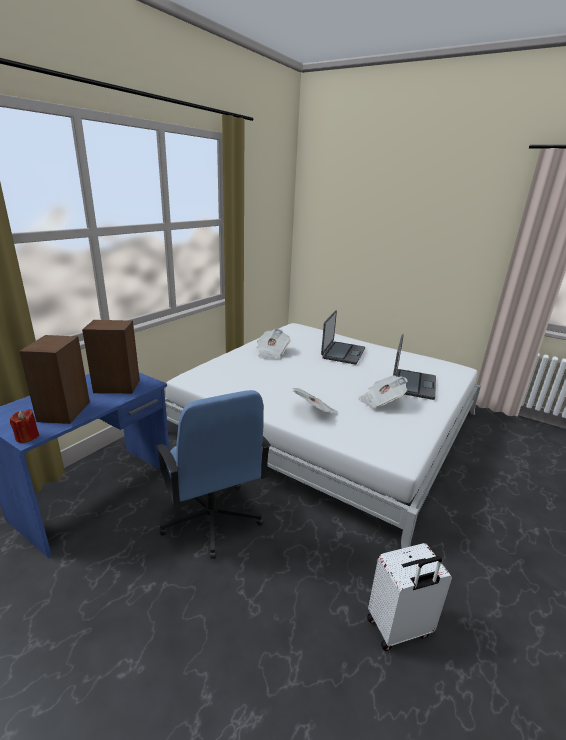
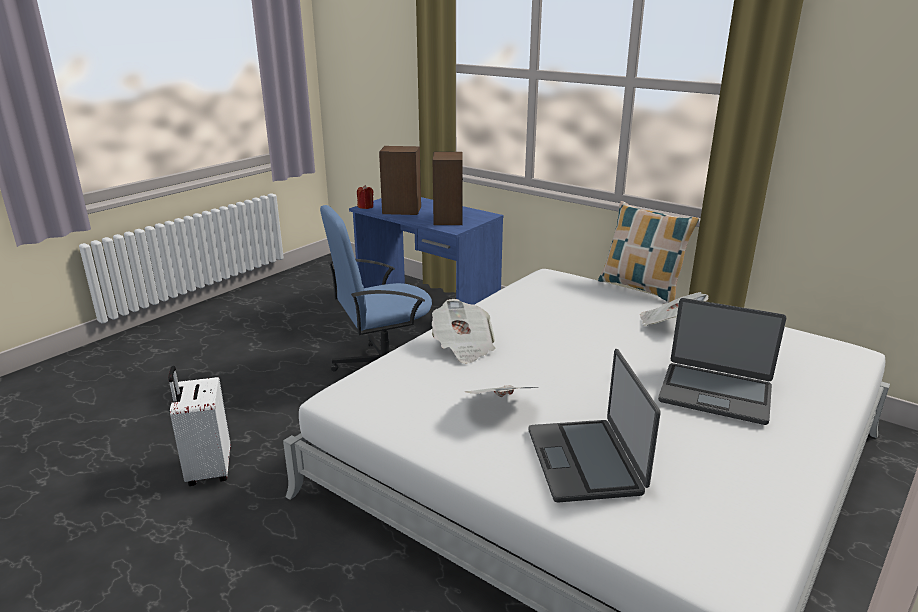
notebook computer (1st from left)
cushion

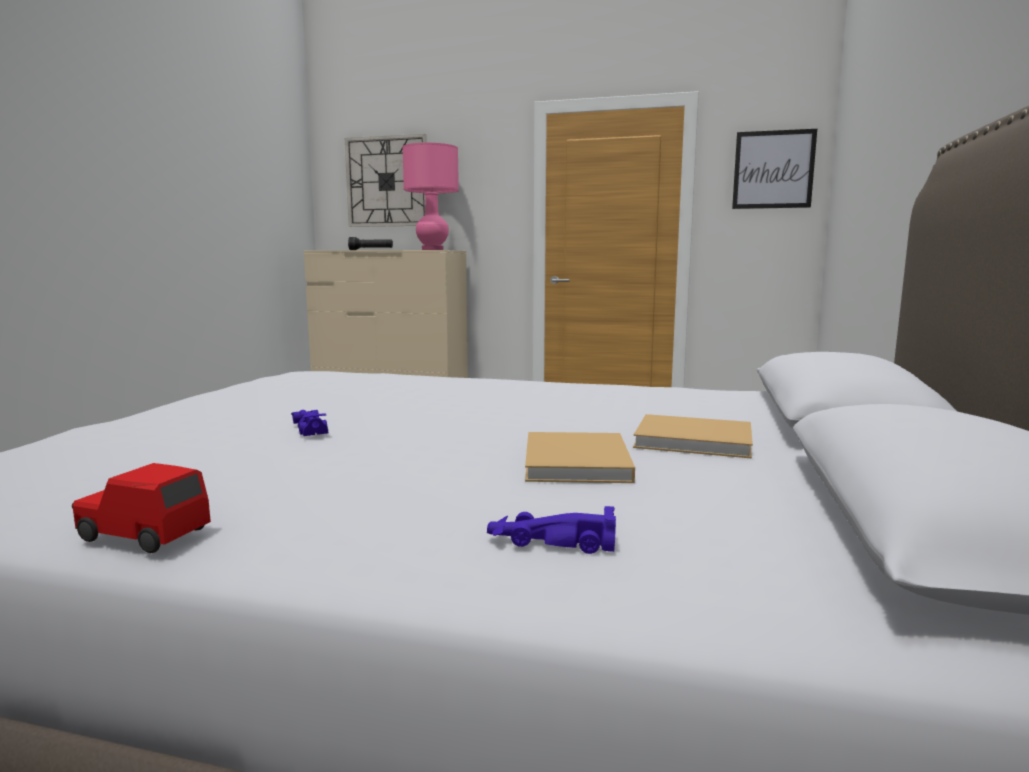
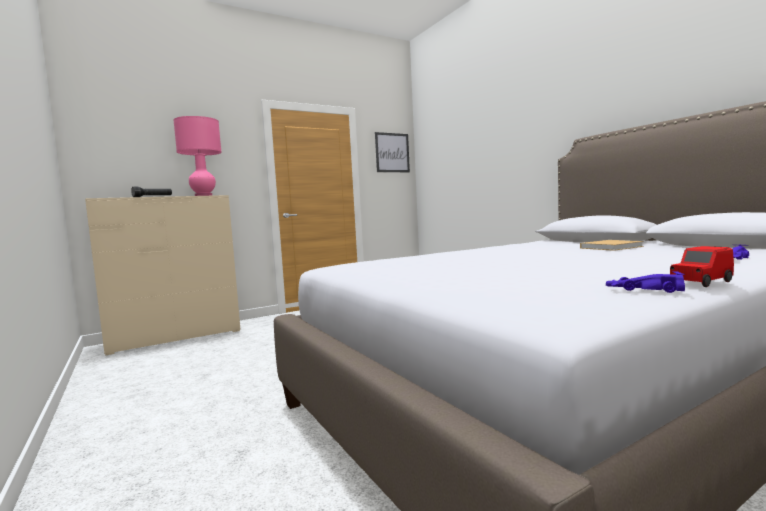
purple miniature car (1st from left)
hanging clock
beige volume (1st from left in the first image)

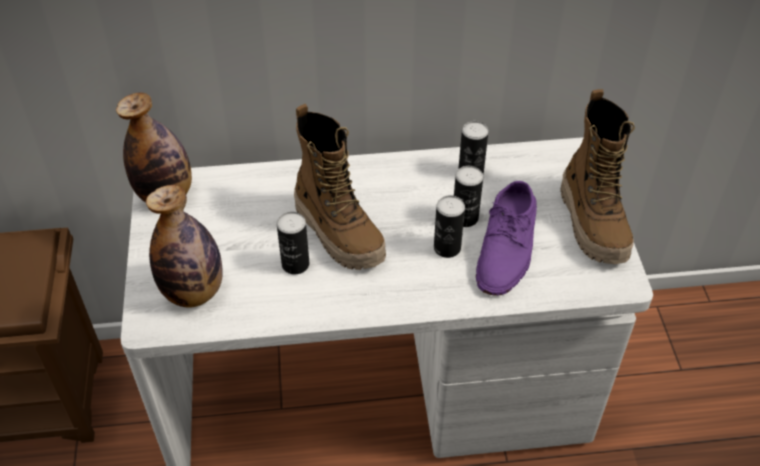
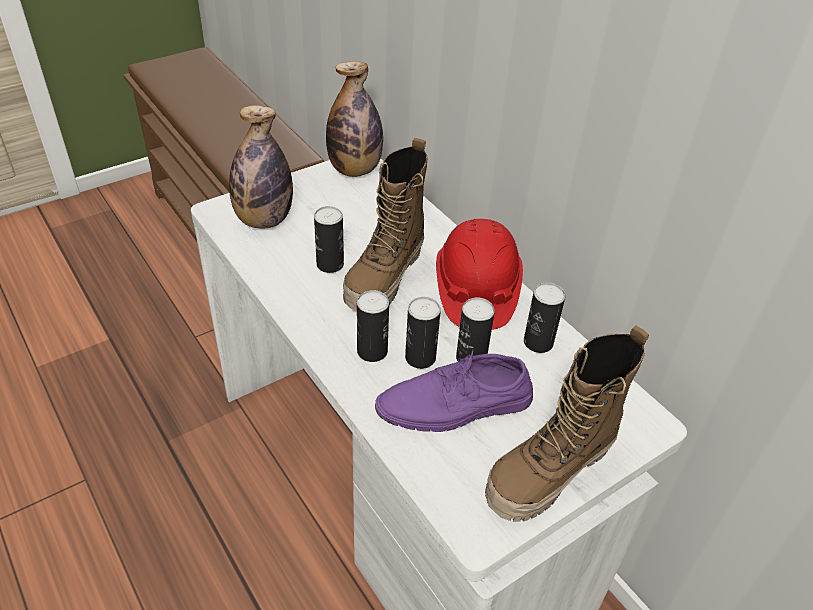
metal can (2nd from left)
red-coloured hard hat

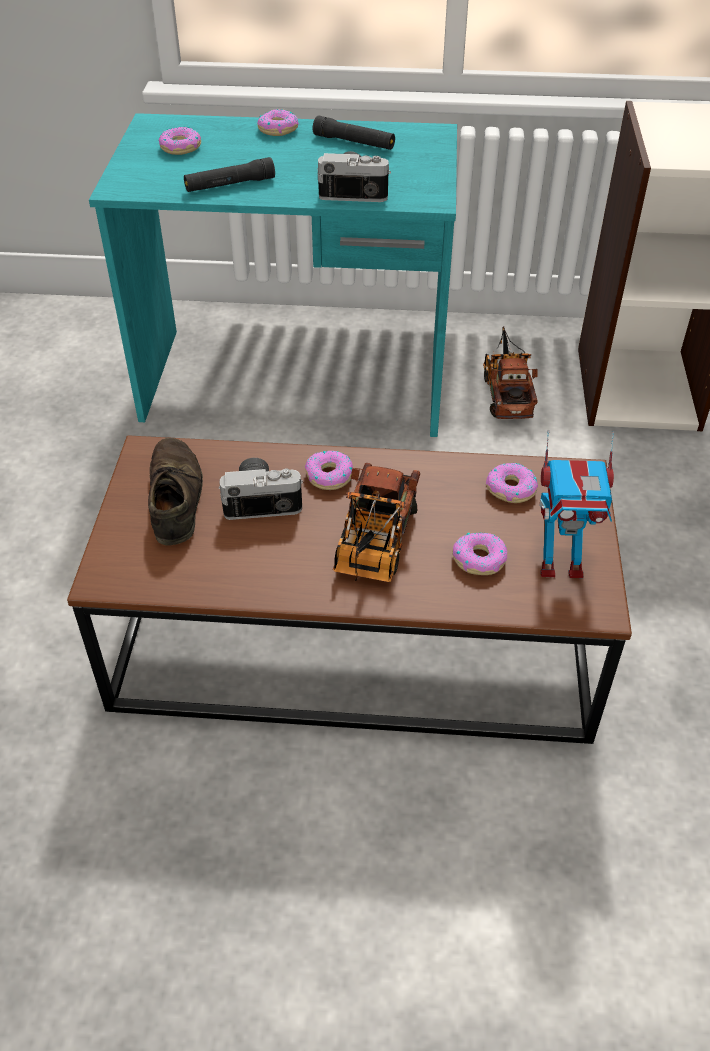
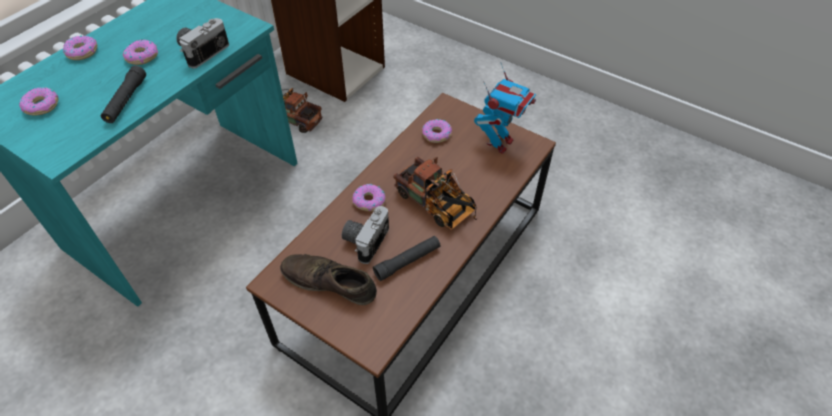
doughnut (3rd from left)
blackish hand torch (2nd from left)

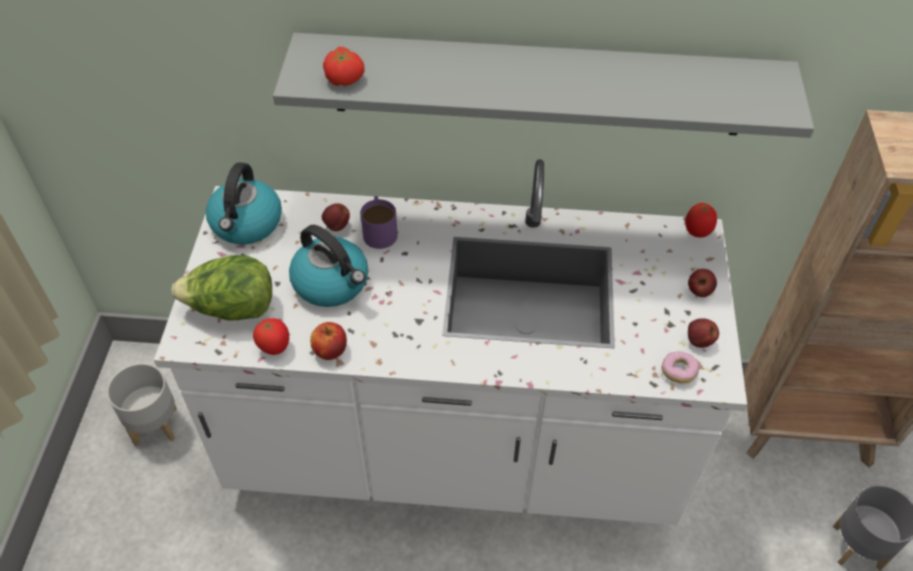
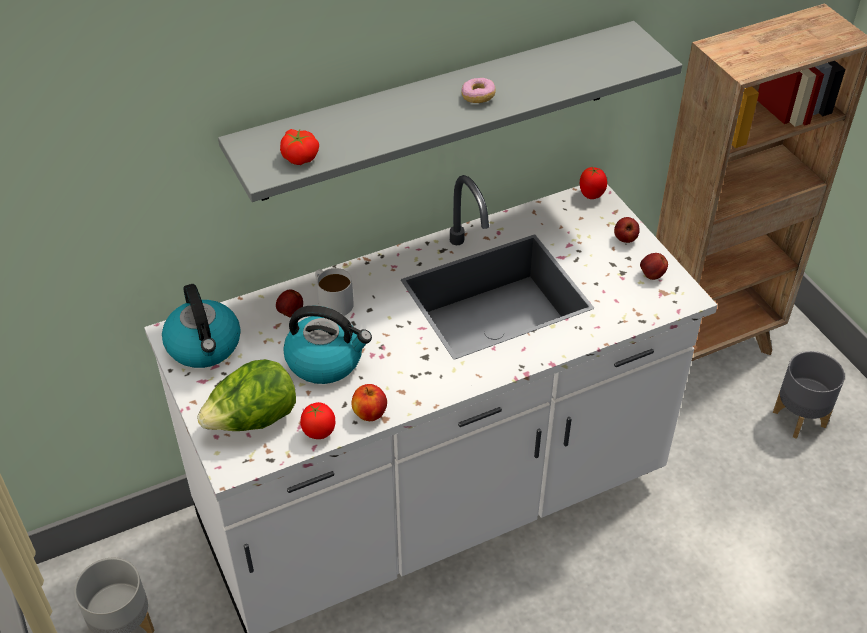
whitish coffee mug
doughnut

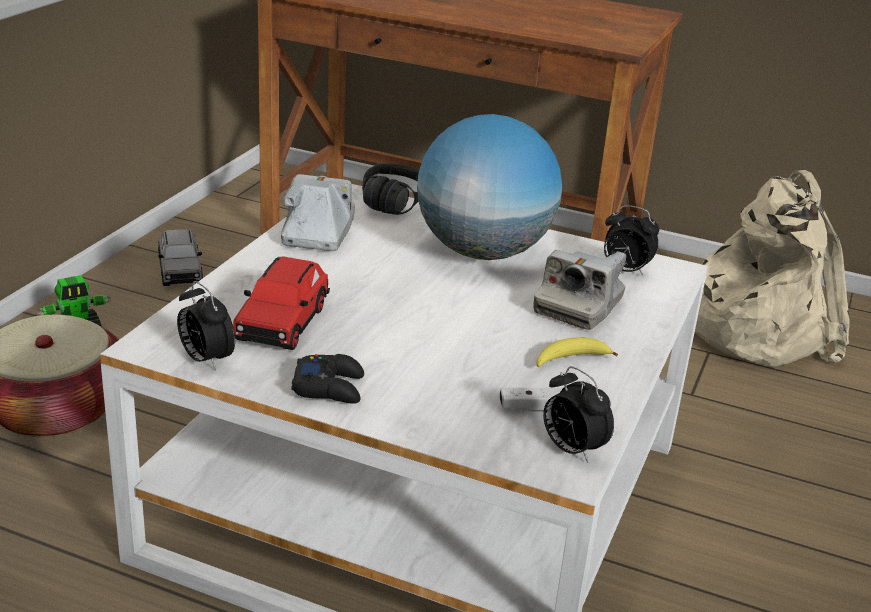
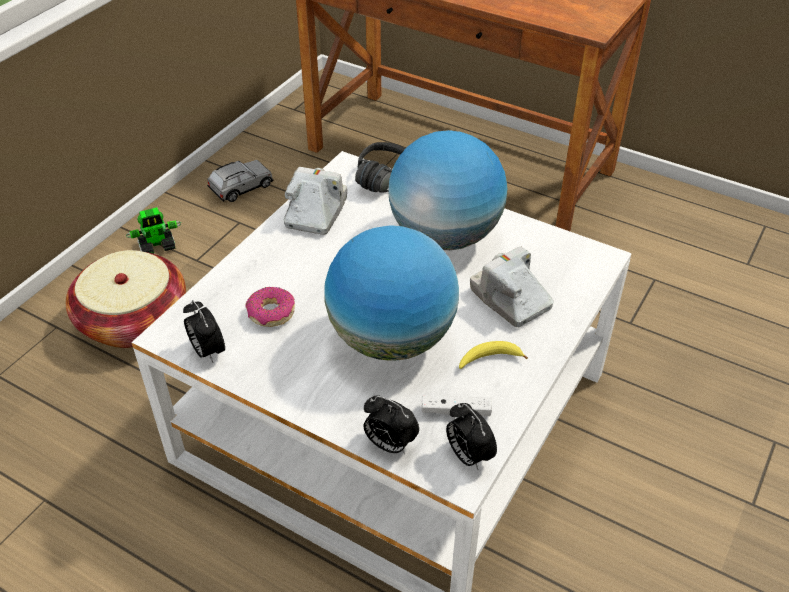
greyish miniature car
doughnut
desk globe (1st from left)
bedside clock (2nd from left)
photo camera (2nd from left)
blackish game controller
beige knapsack

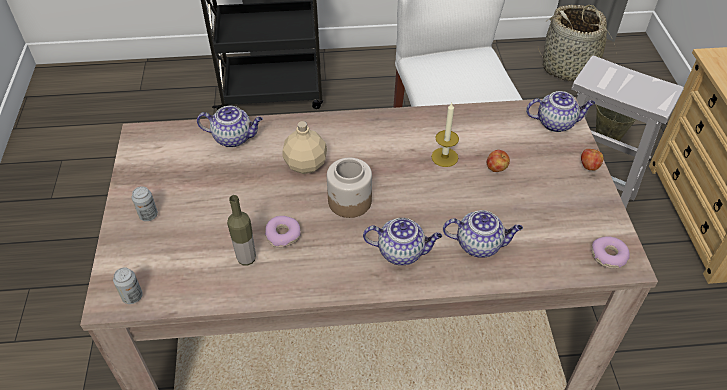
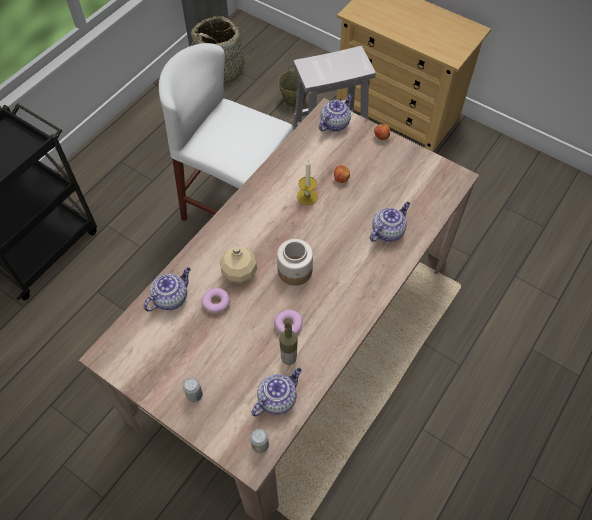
doughnut (1st from left)
tea pot (2nd from left)

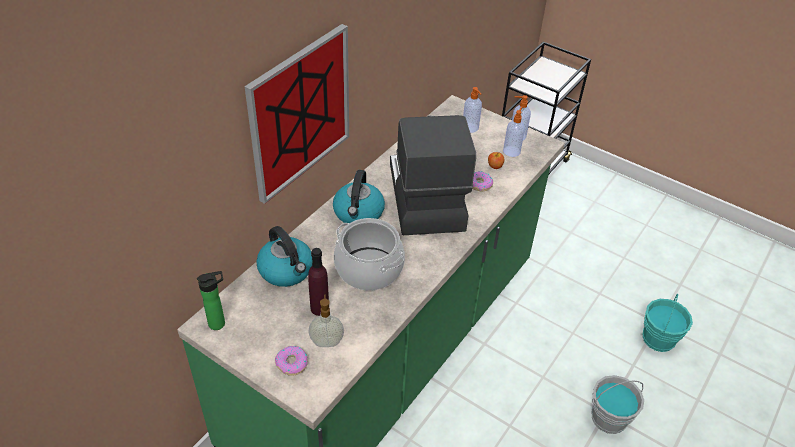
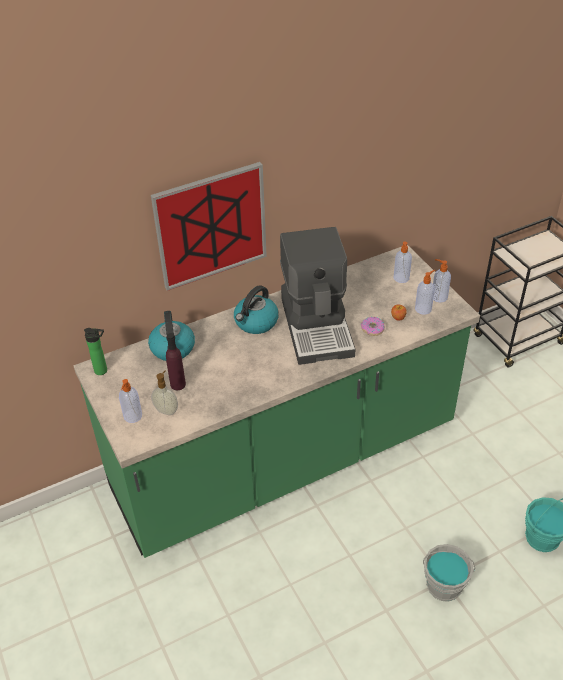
soap dispenser (1st from left)
coffee maker
stockpot

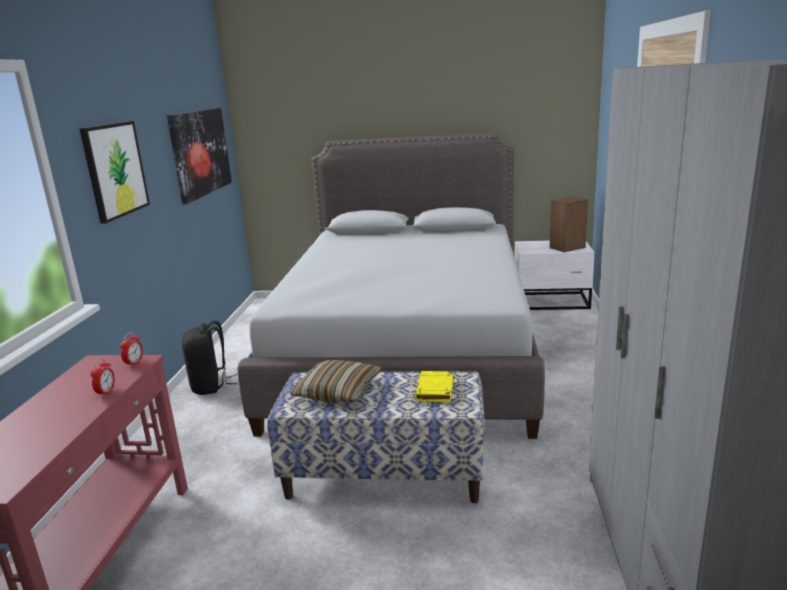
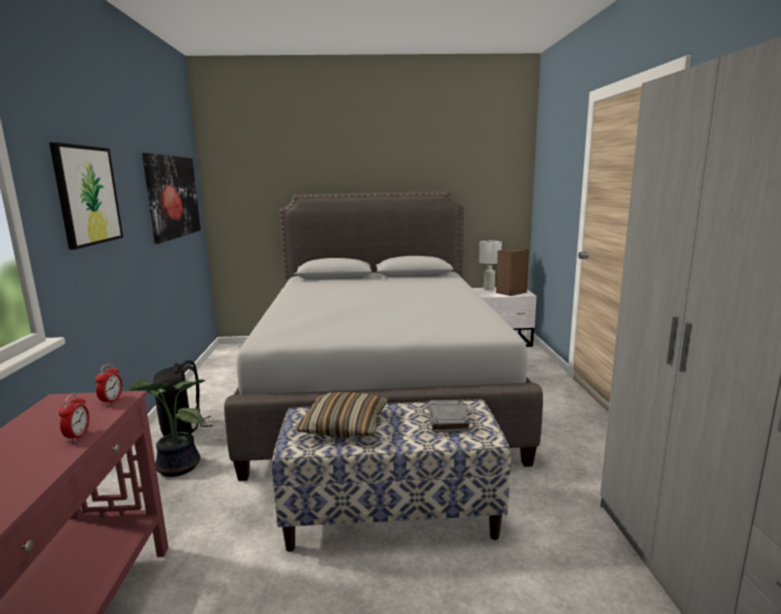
plant in a pot
greyish volume
whitish tabletop lamp

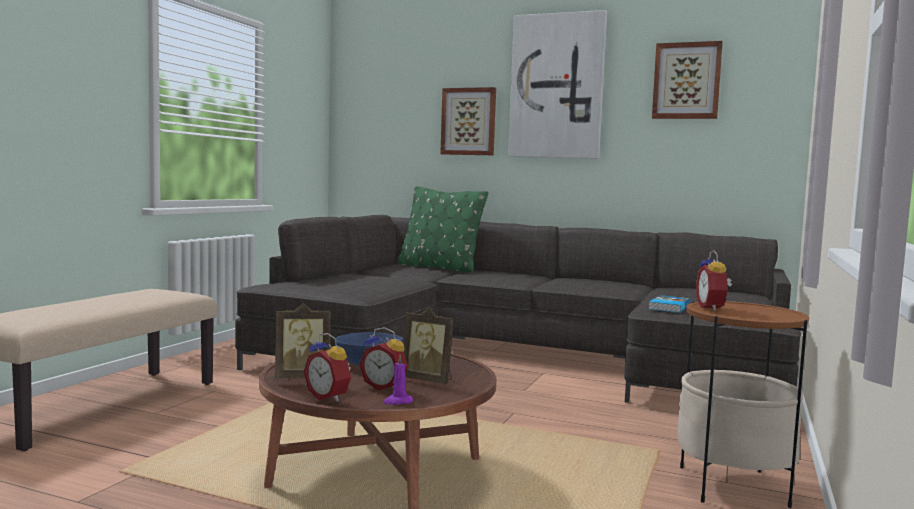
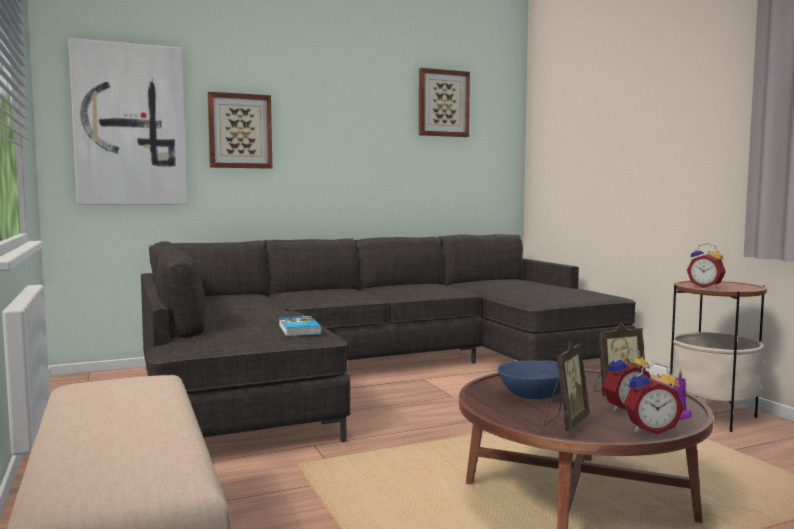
picture (1st from left)
volume
green-coloured cushion

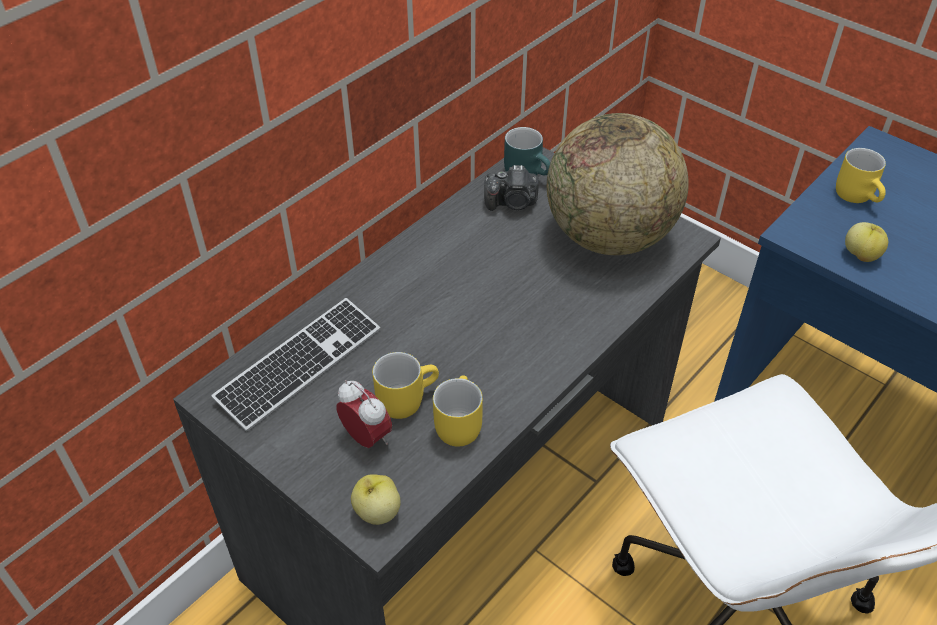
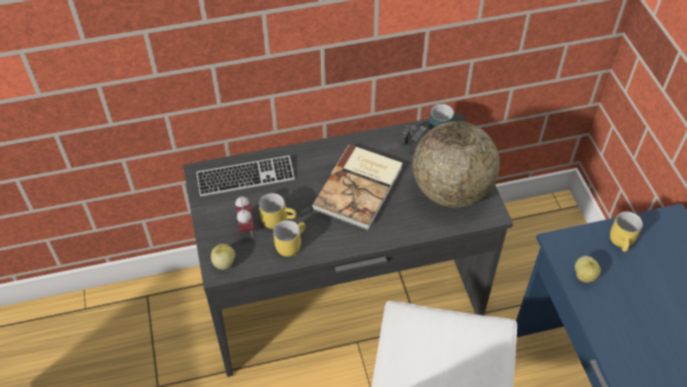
volume

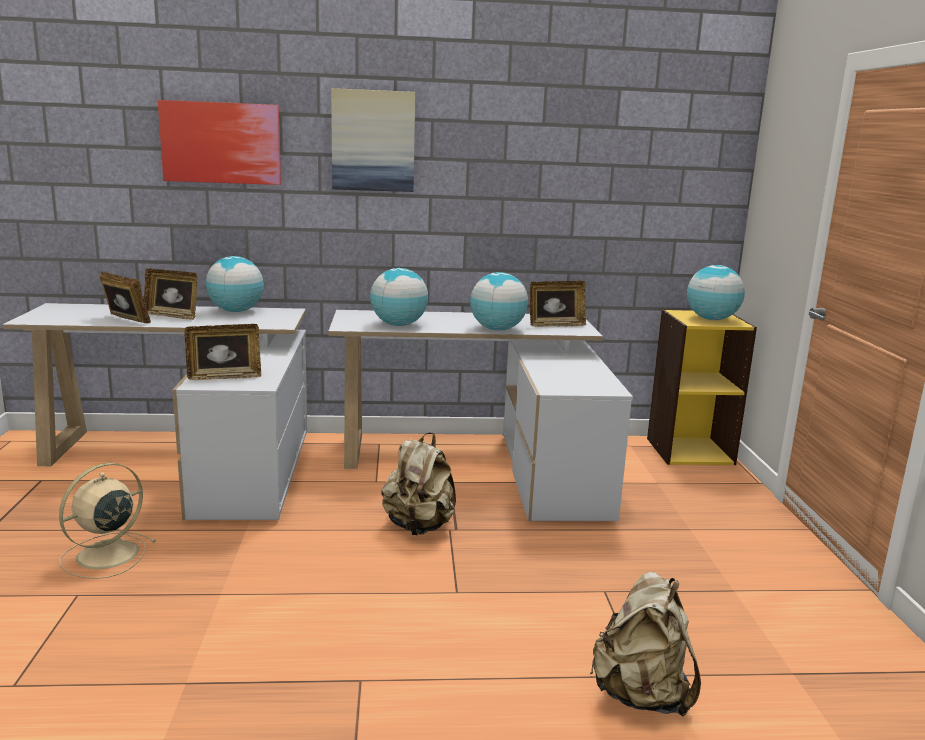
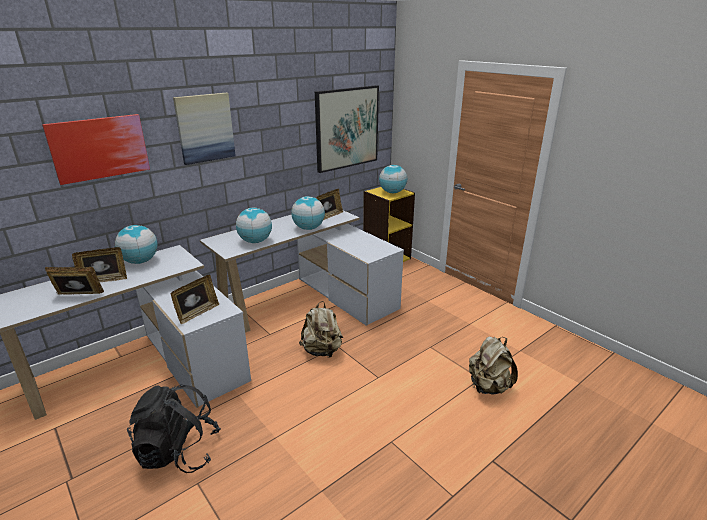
blackish knapsack
picture (3rd from left)

